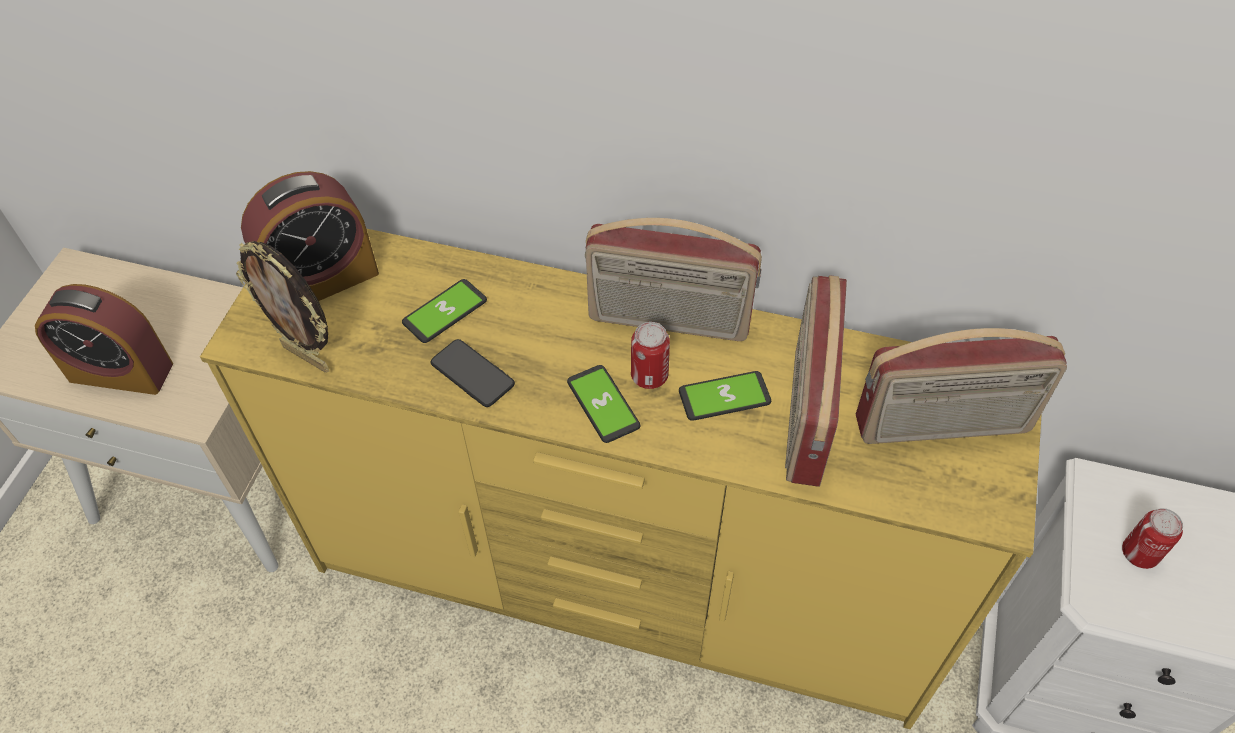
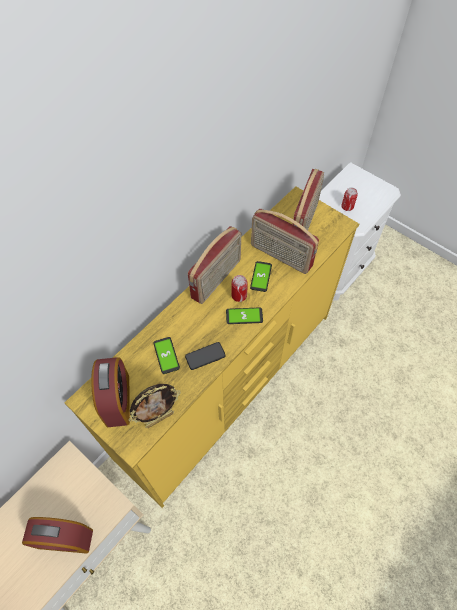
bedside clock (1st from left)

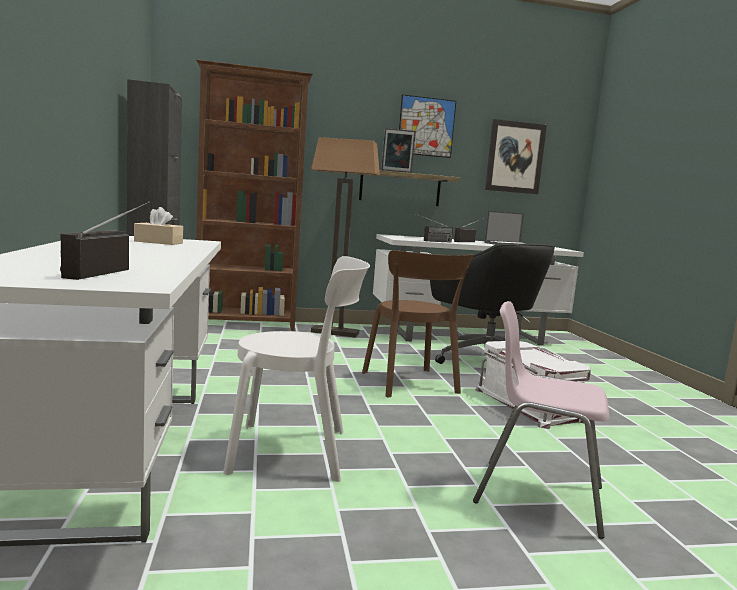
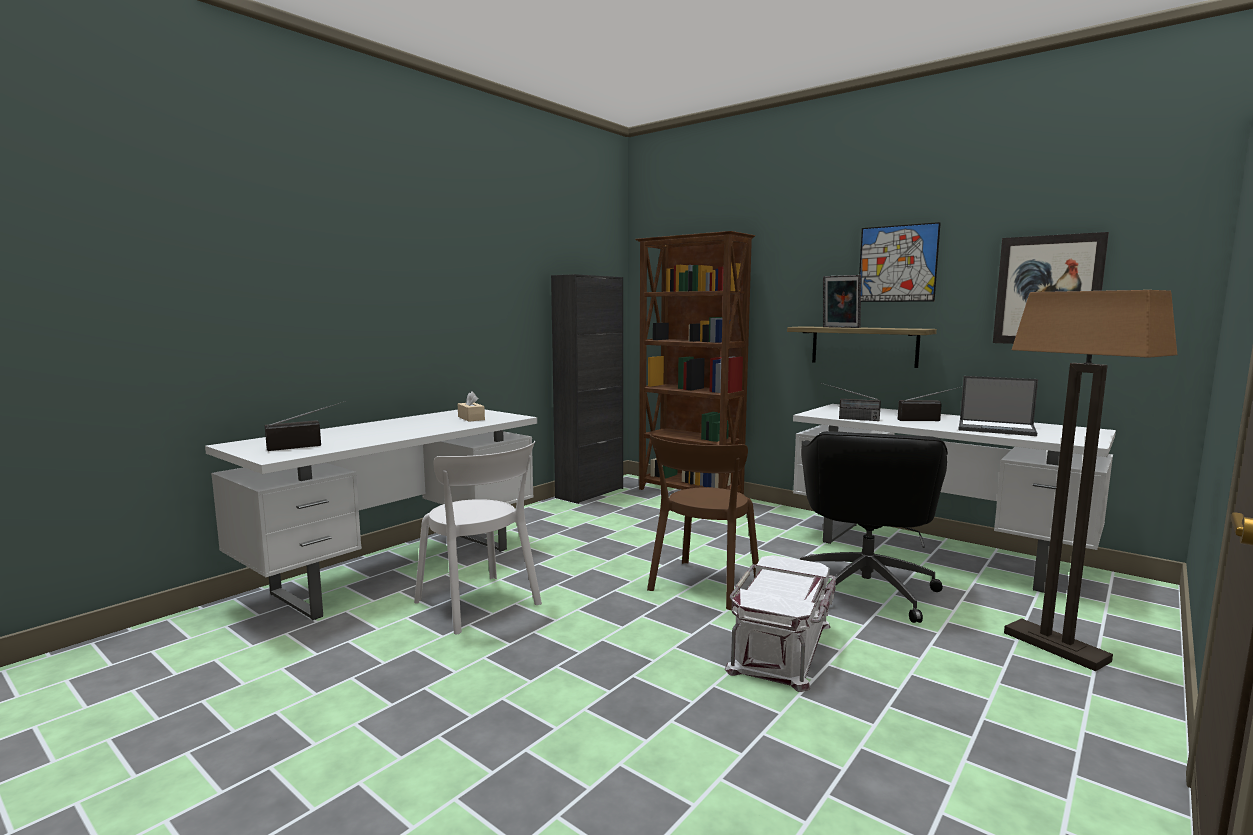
standing lamp
pink plain chair

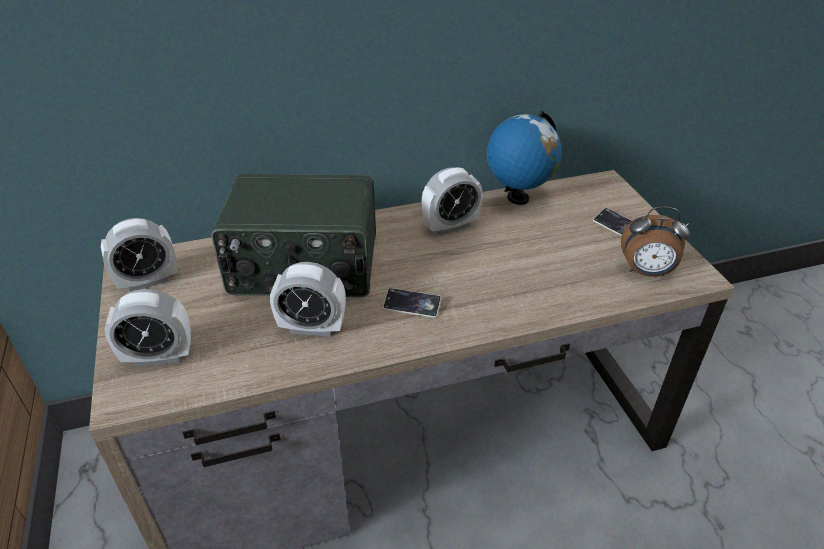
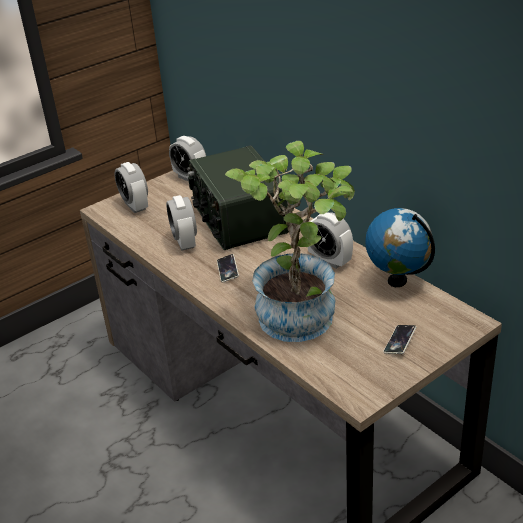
plant in a pot
bedside clock (5th from left in the first image)

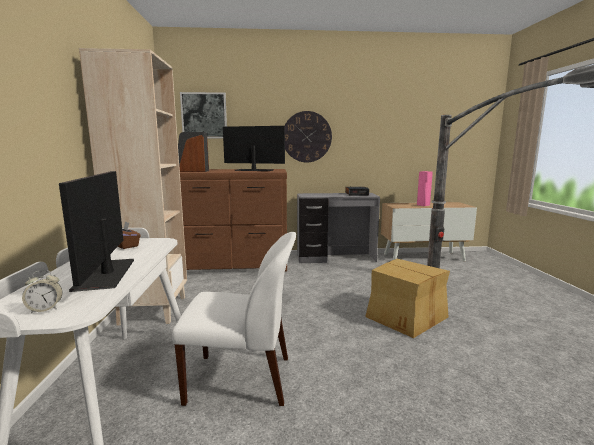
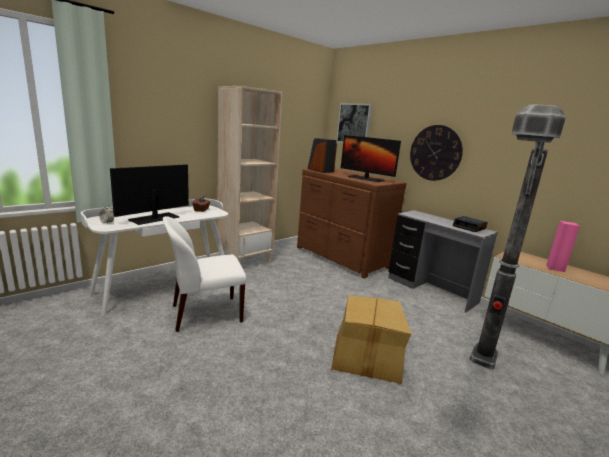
whitish plain chair
monitor (2nd from left)

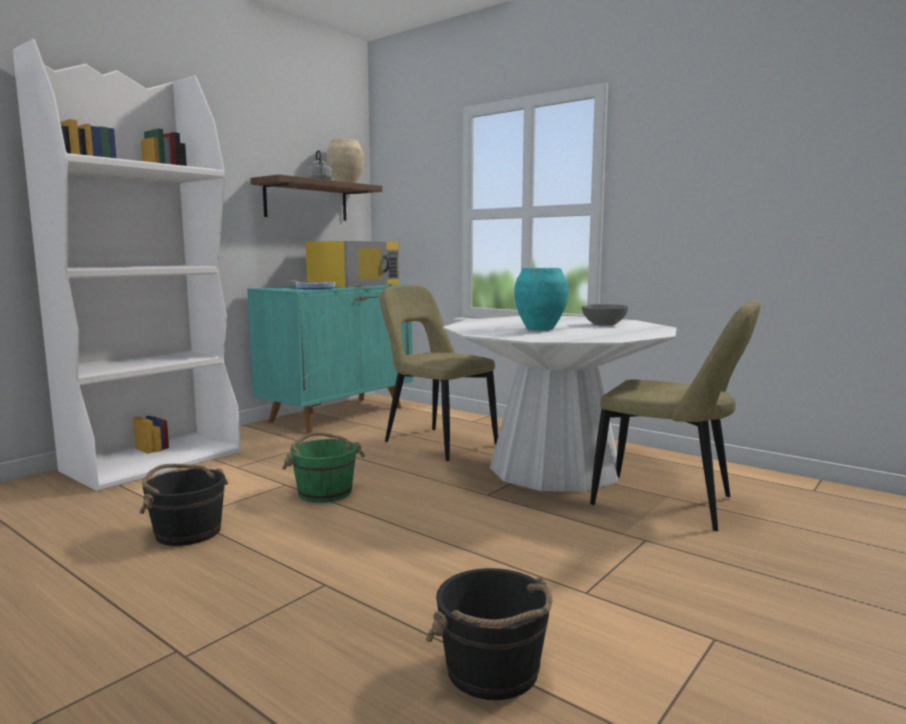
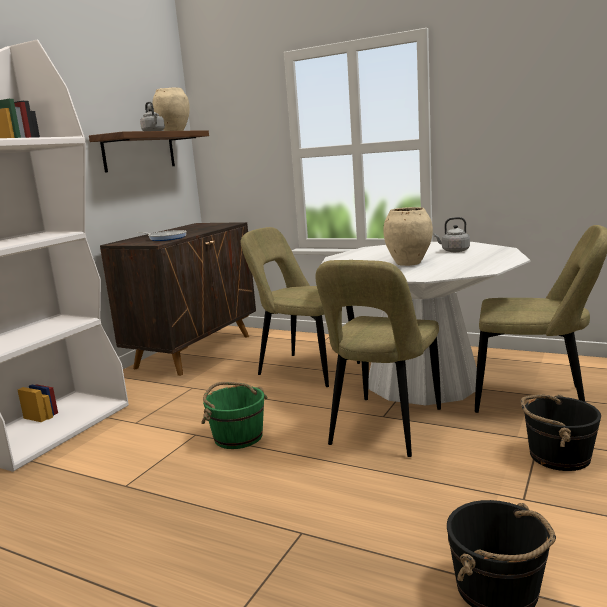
brownish cupboard
beige plain chair (2nd from left)
beige decorative vase (2nd from left)
greyish kettle (2nd from left)
blackish bucket (2nd from left)
yellow microwave oven

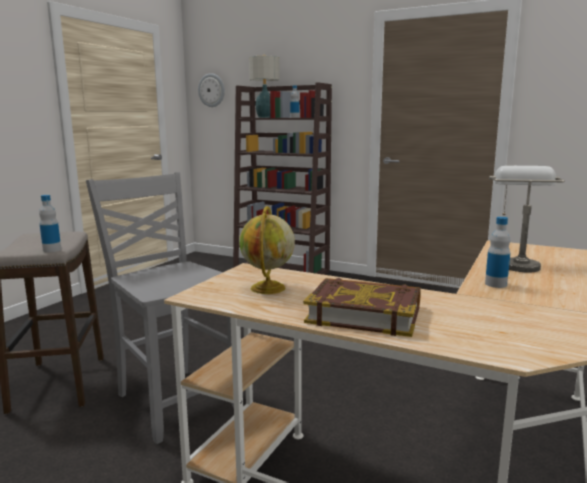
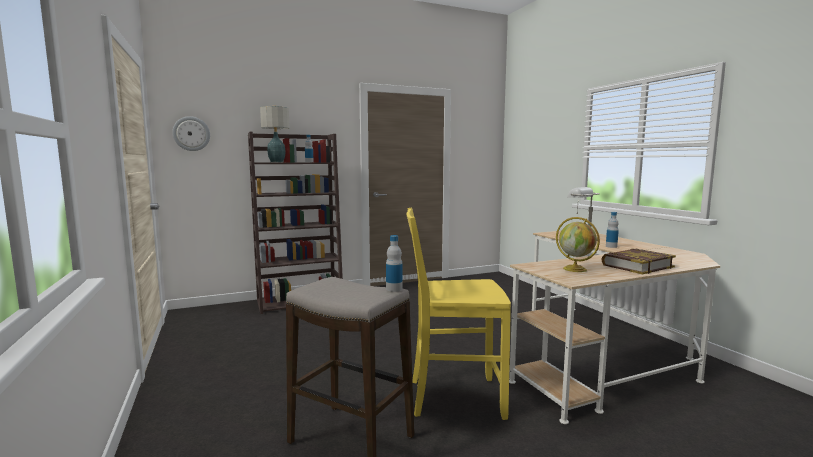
yellow plain chair

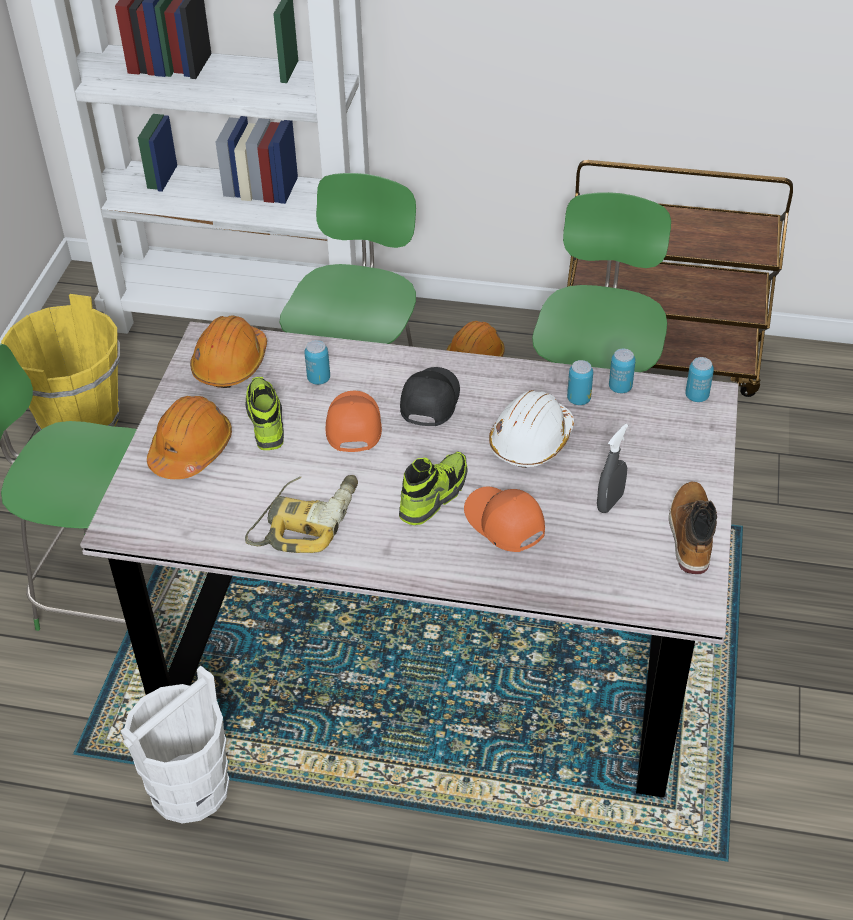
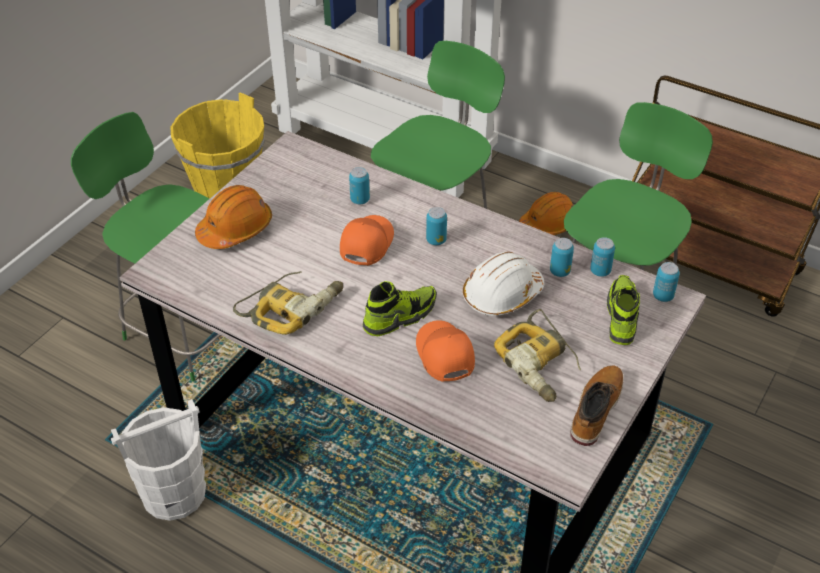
metal can (2nd from left)
drill (2nd from left)
item of footwear (2nd from left)
orange-coloured hard hat (2nd from left in the first image)

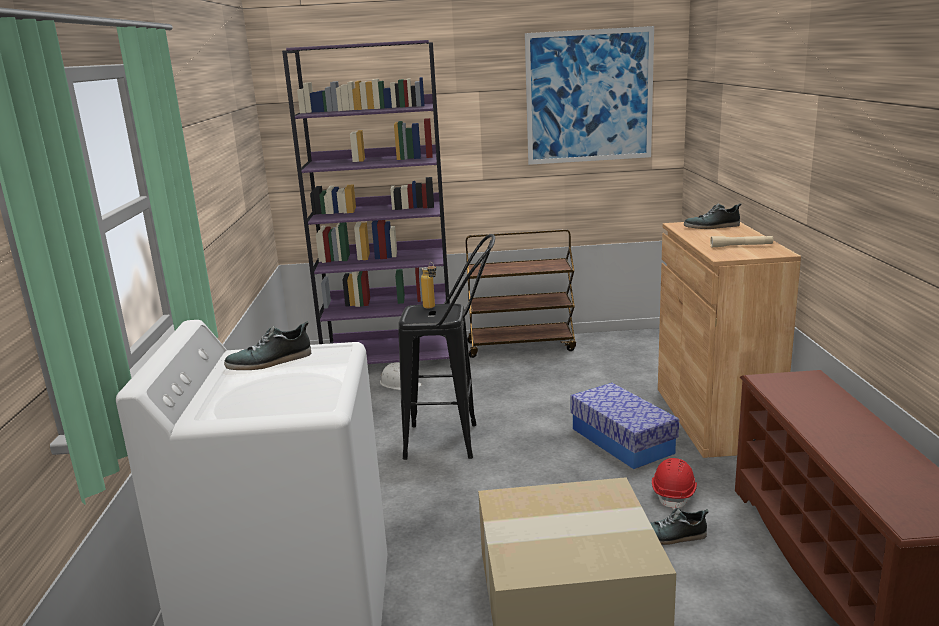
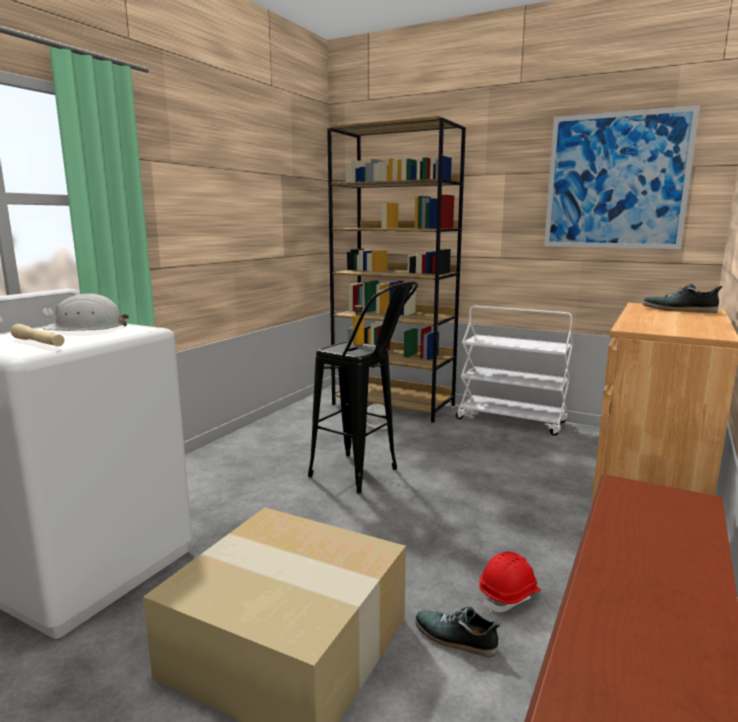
beige hand torch
whitish hard hat (1st from left)
brownish bookshelf
whitish cart
storage container

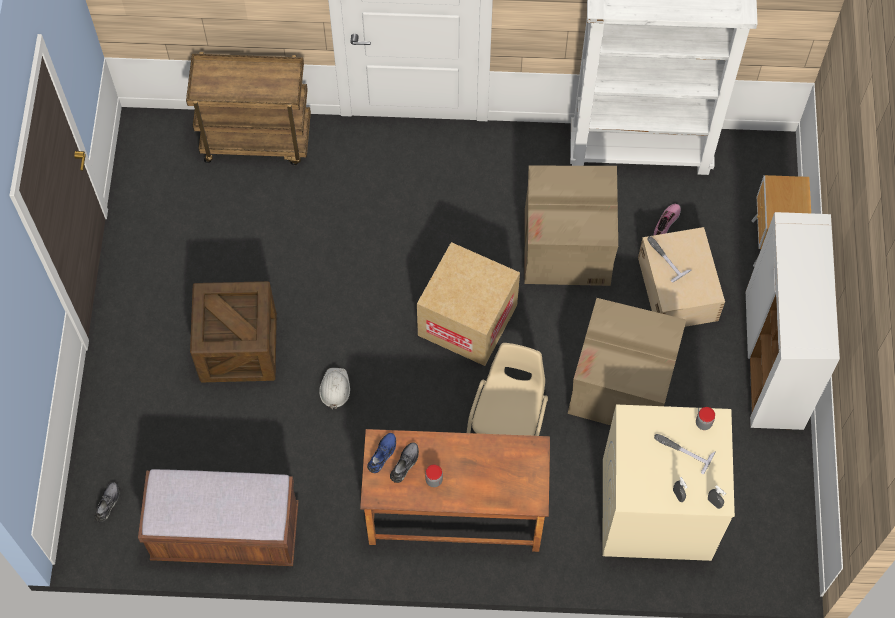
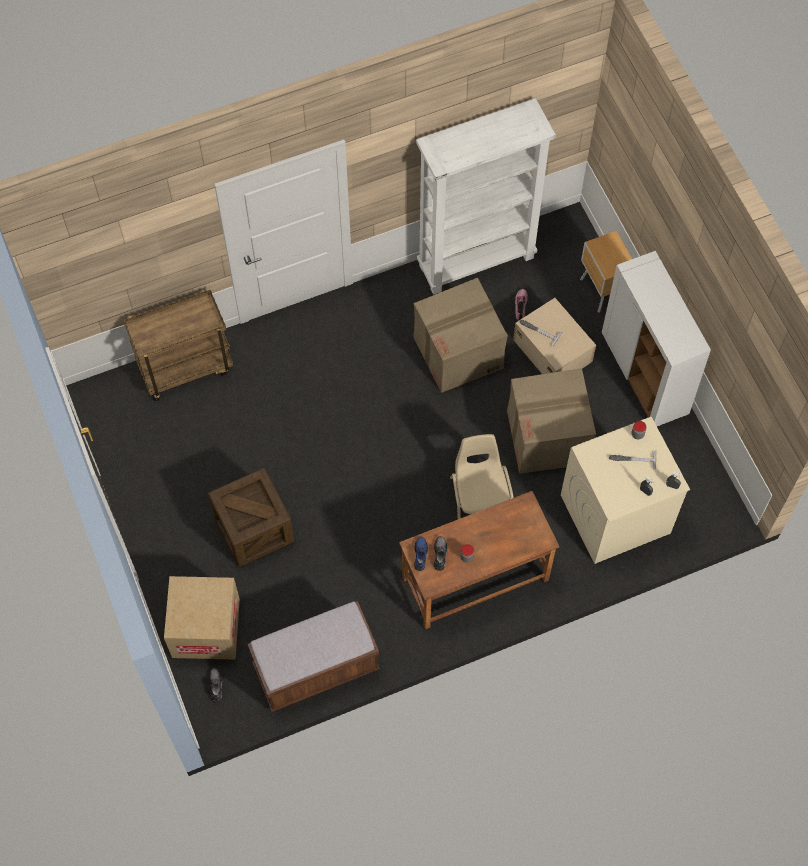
packing box (1st from left)
whitish hard hat

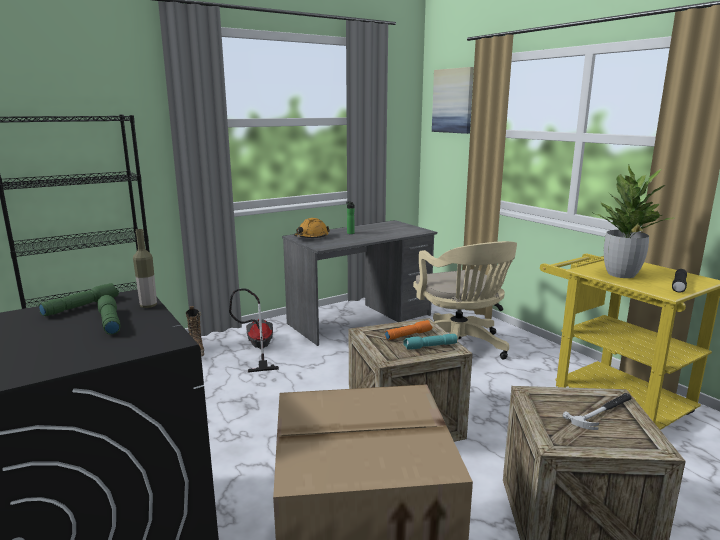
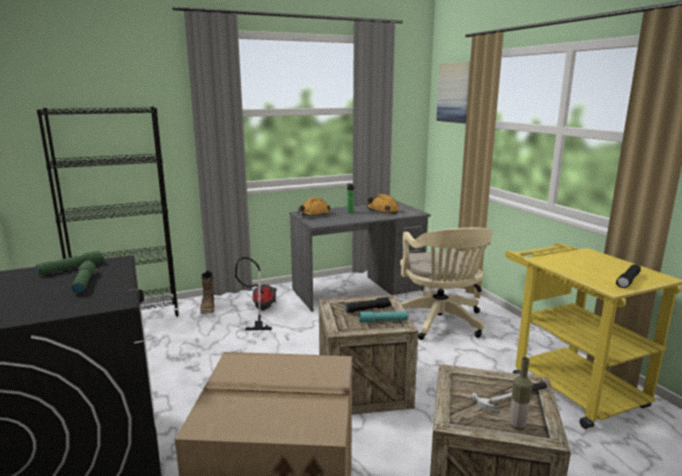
blackish hand torch (1st from left)
orange-coloured hard hat (2nd from left)
drink bottle (2nd from left)
plant in a pot

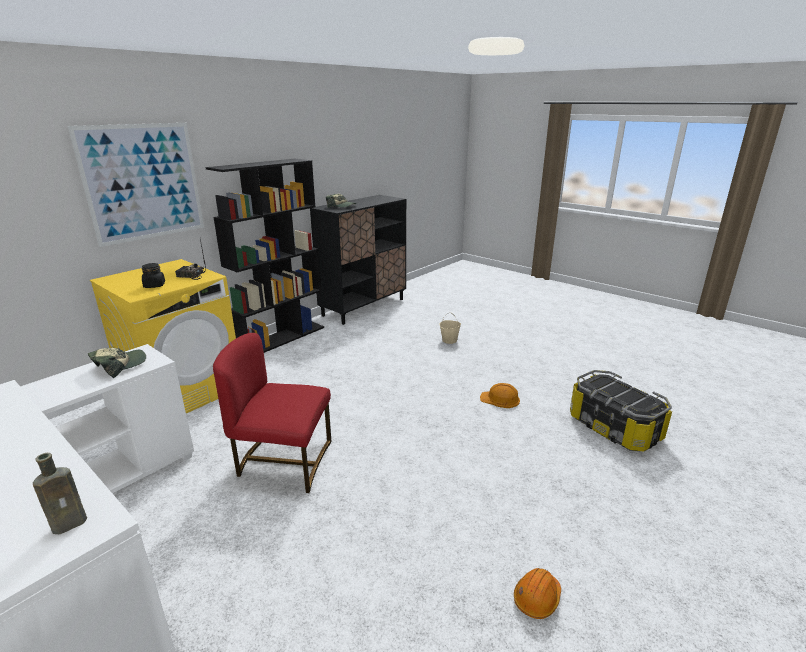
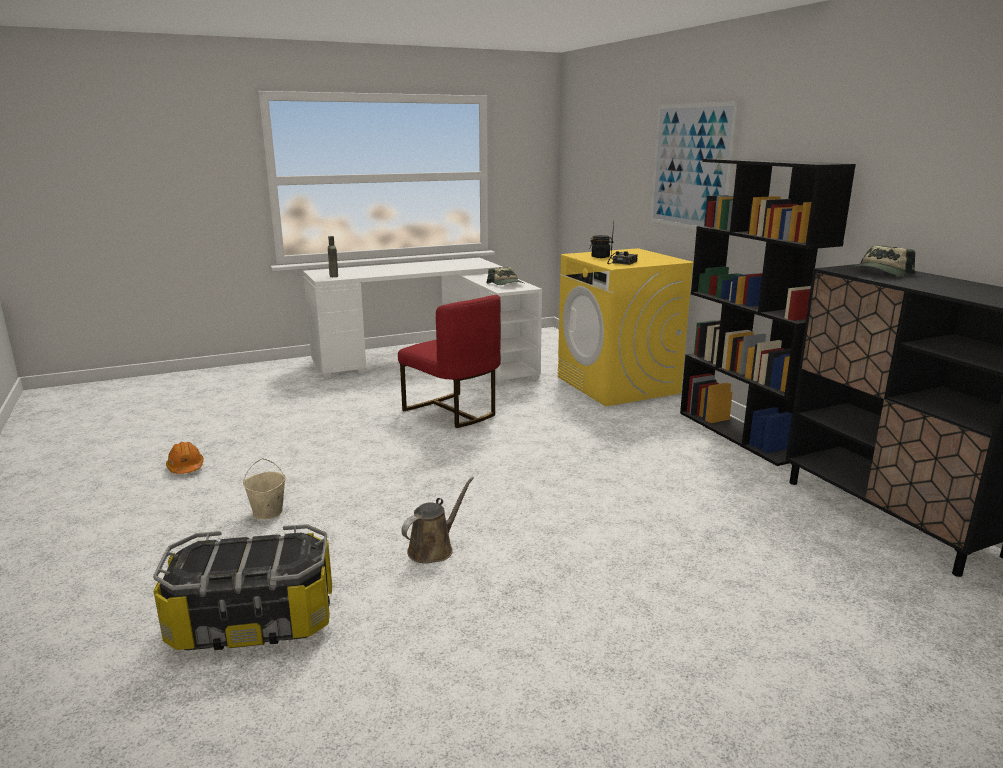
beige bucket
red-coloured plain chair
brownish watering can

